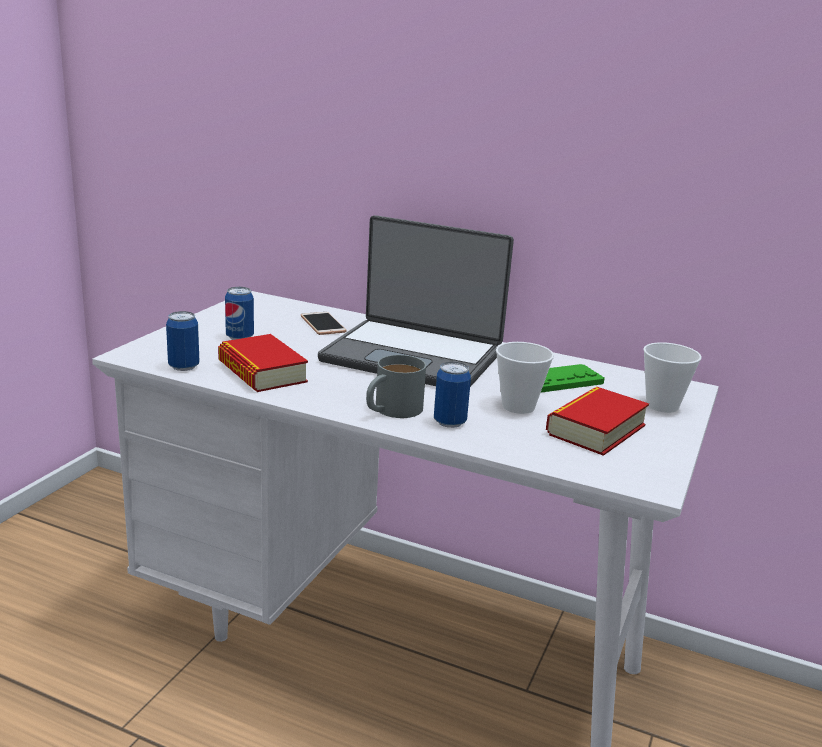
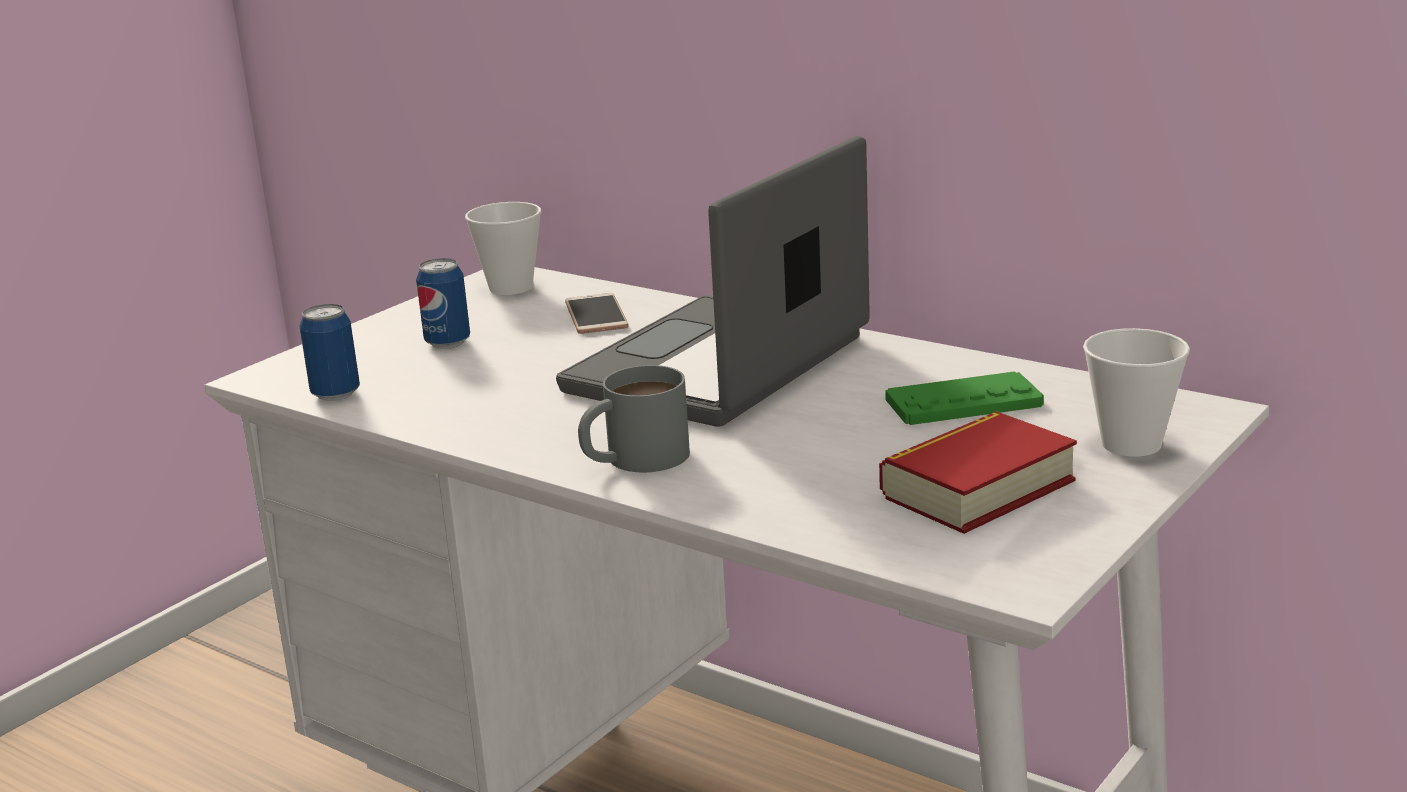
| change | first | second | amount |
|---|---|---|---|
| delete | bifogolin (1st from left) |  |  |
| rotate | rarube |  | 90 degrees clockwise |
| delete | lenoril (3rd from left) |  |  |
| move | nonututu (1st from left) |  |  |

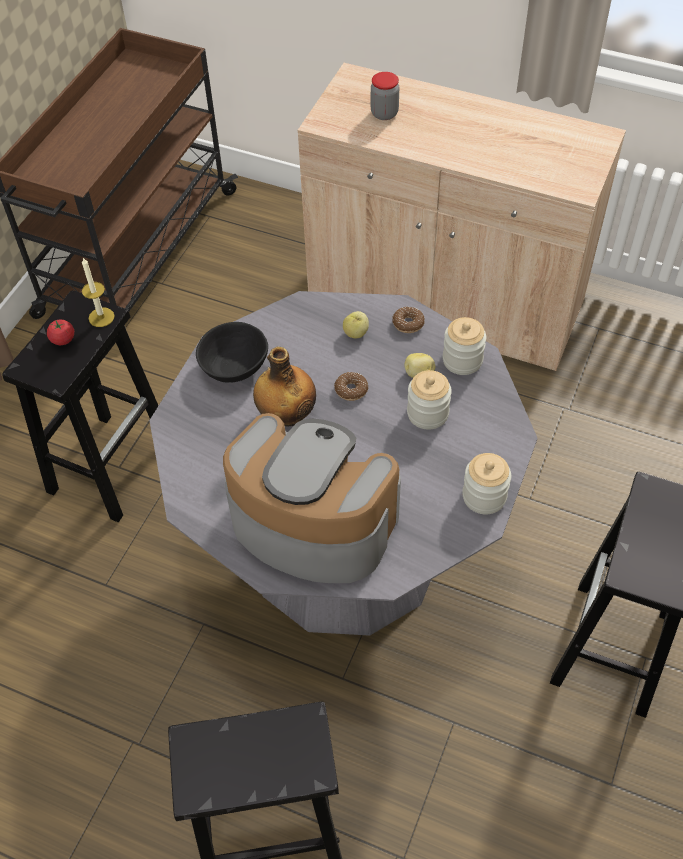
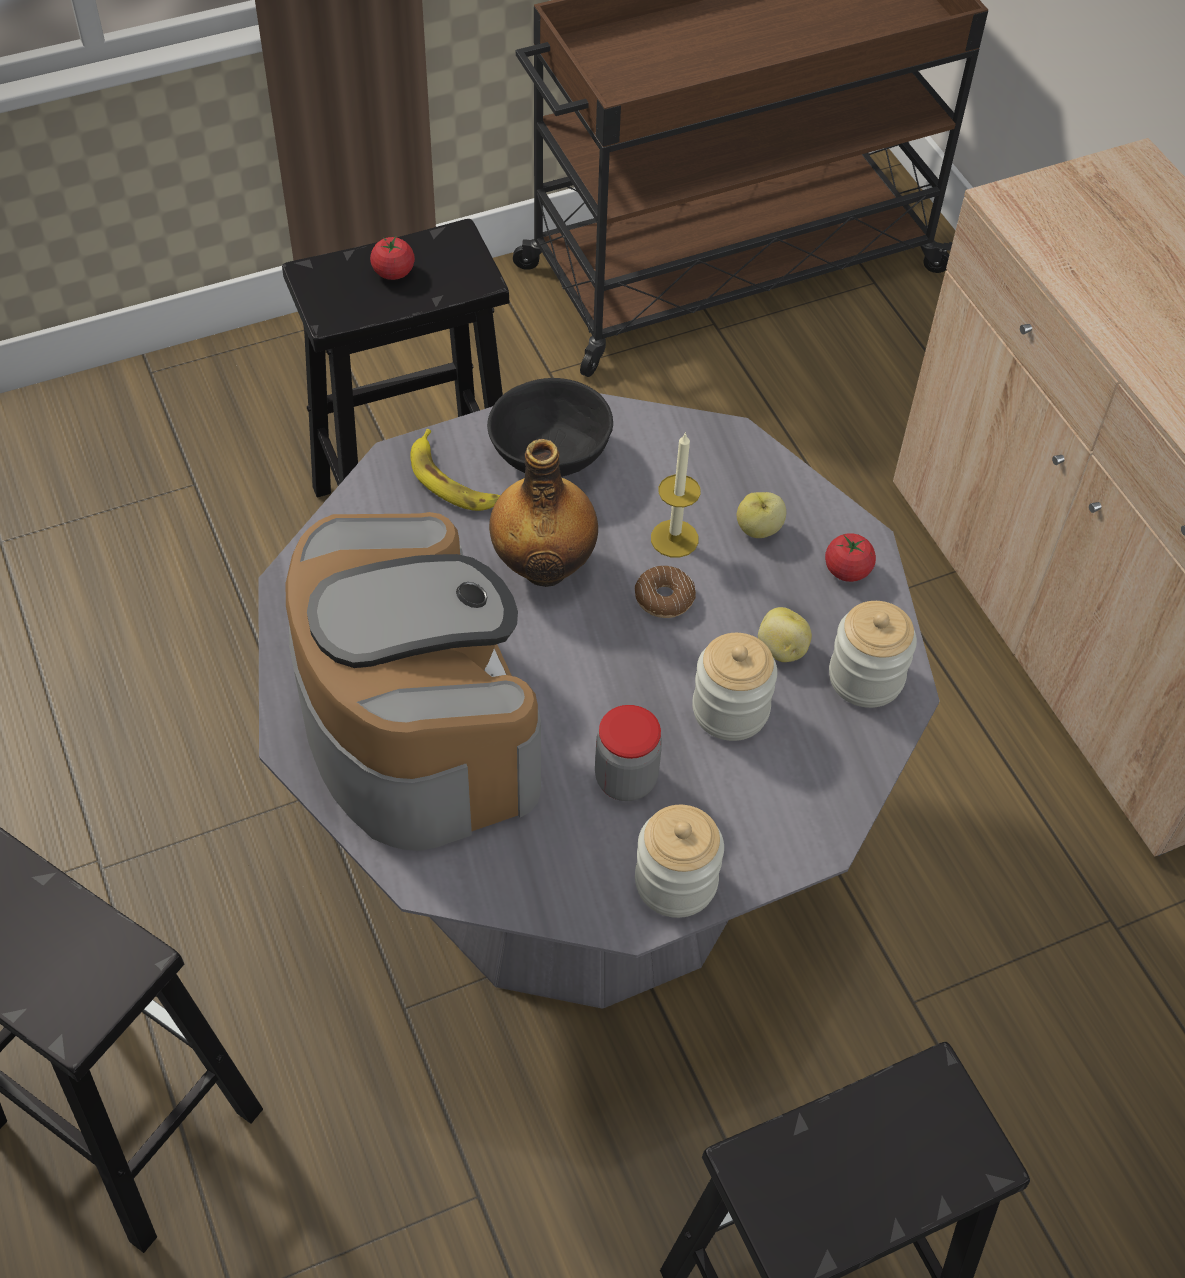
| change | first | second | amount |
|---|---|---|---|
| move | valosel |  |  |
| move | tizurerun (1st from left) |  |  |
| replace | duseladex (2nd from left) | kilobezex (2nd from left) |  |
| insert |  | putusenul |  |

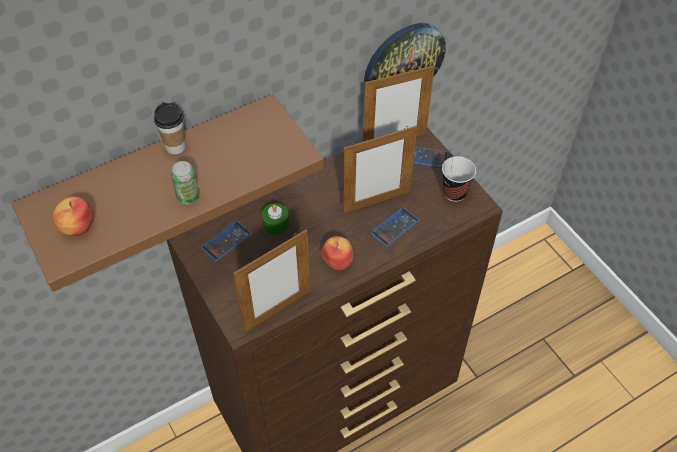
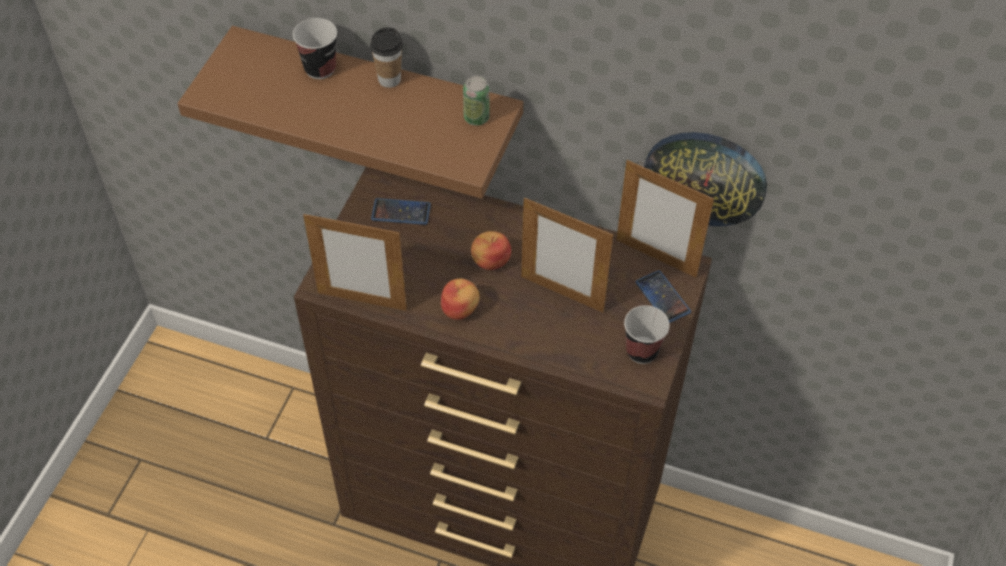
| change | first | second | amount |
|---|---|---|---|
| move | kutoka (1st from left in the first image) | kutoka (2nd from left) |  |
| move | lenoril |  |  |
| delete | green valosel |  |  |
| delete | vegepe (2nd from left) |  |  |
| insert |  | nonututu (1st from left) |  |

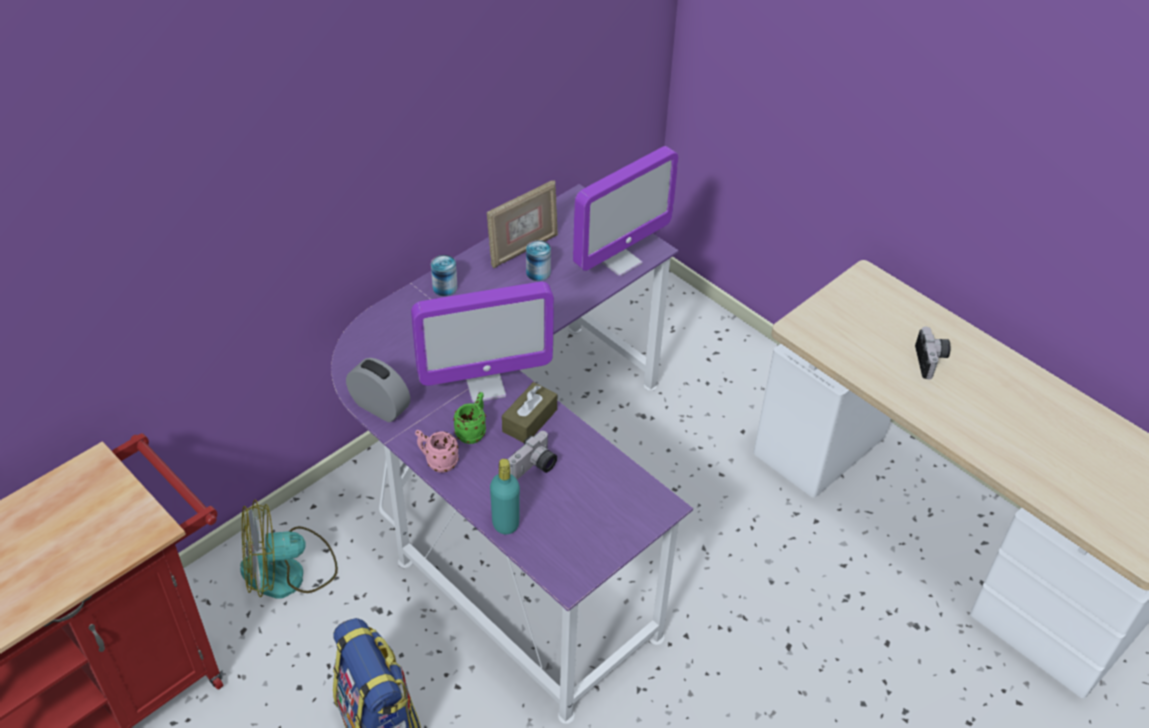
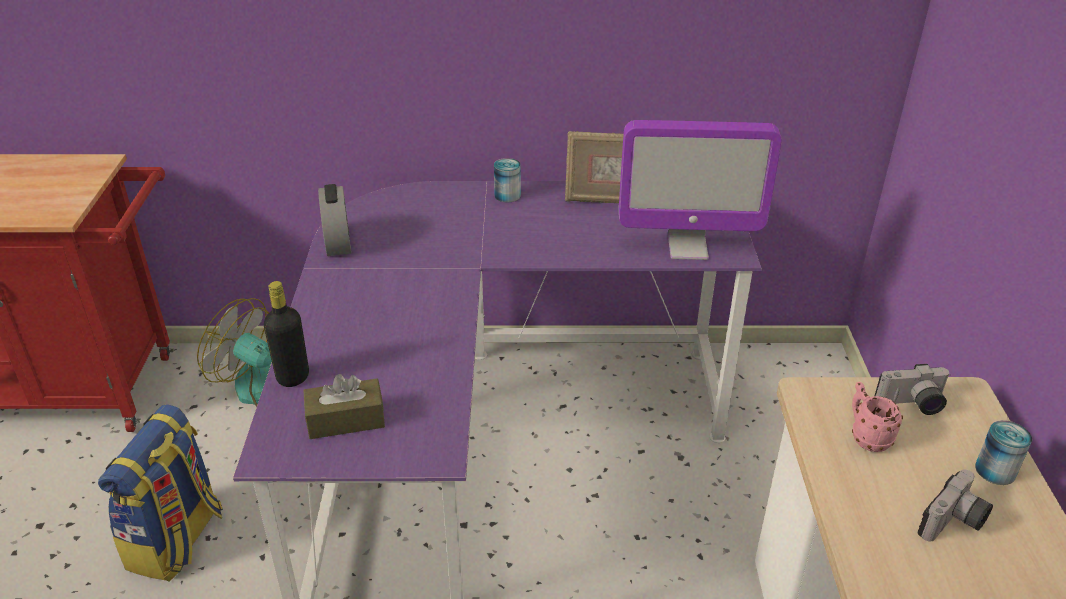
| change | first | second | amount |
|---|---|---|---|
| delete | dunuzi (1st from left) |  |  |
| move | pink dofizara |  |  |
| delete | green dofizara |  |  |
| recolor | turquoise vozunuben | black vozunuben |  |
| move | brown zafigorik |  |  |
| move | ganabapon (1st from left) |  |  |
| move | lenoril (2nd from left) |  |  |

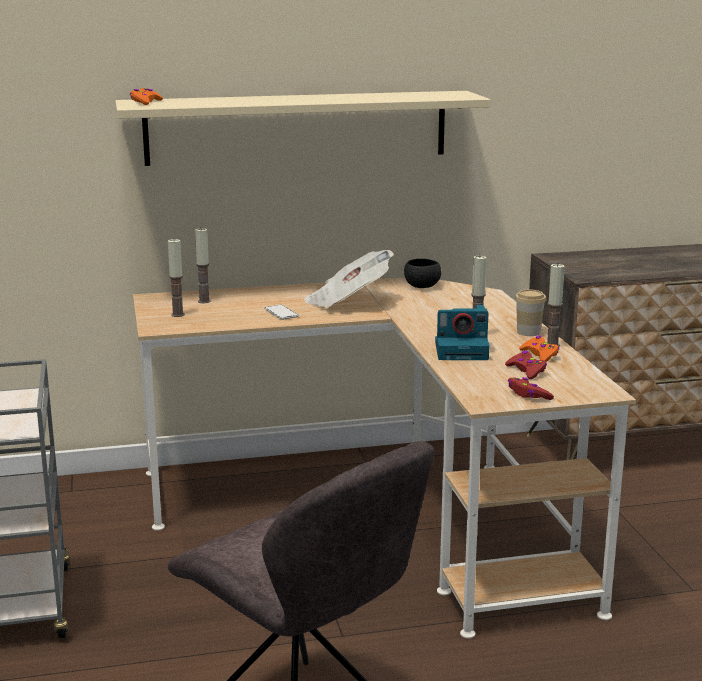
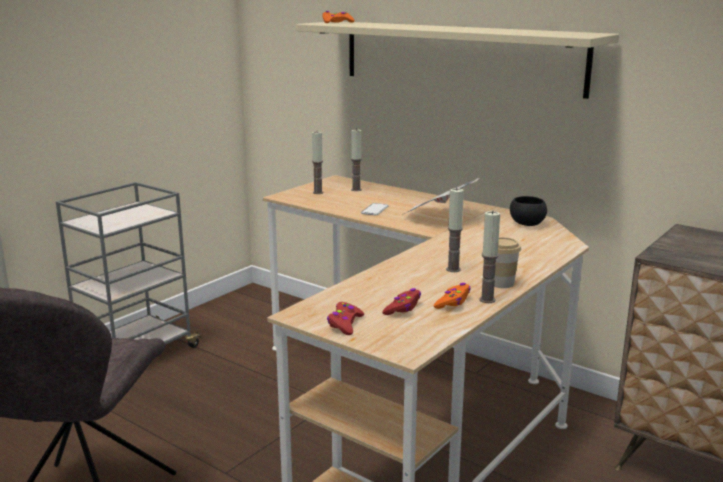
| change | first | second | amount |
|---|---|---|---|
| delete | ganabapon |  |  |

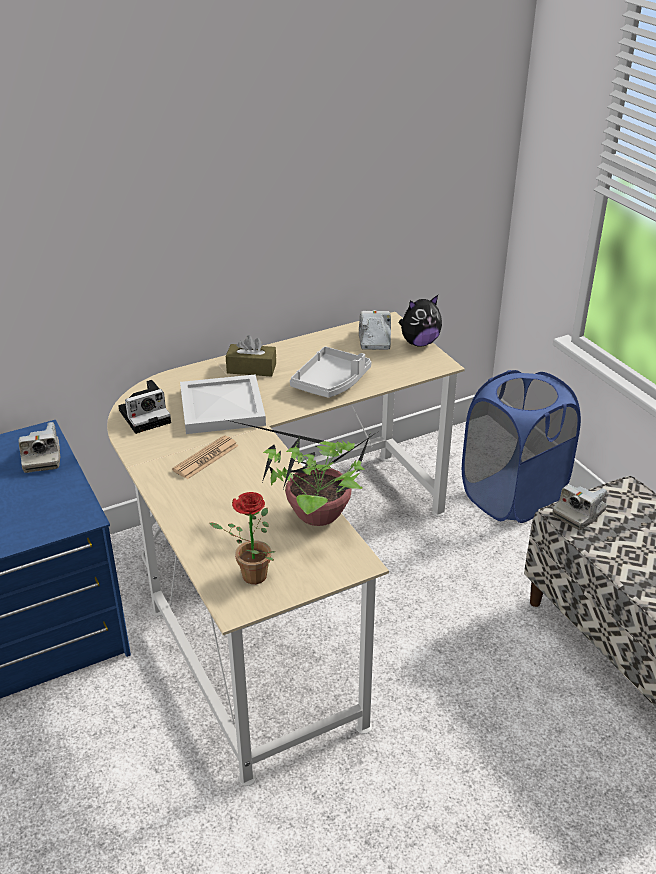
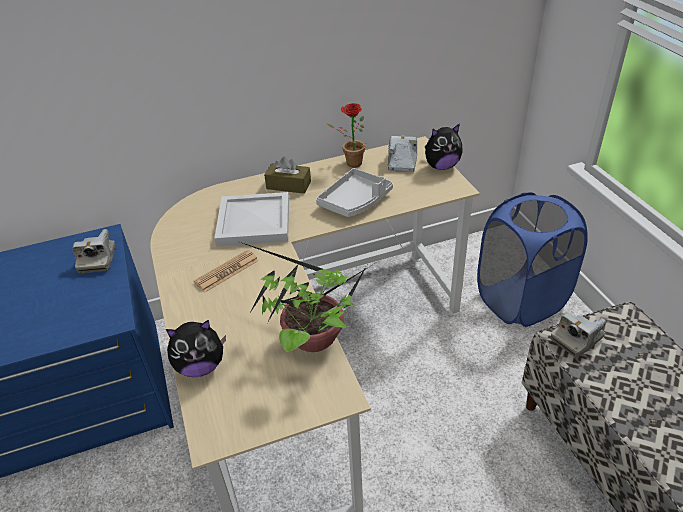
| change | first | second | amount |
|---|---|---|---|
| delete | ganabapon (2nd from left) |  |  |
| move | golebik (1st from left in the first image) | golebik (2nd from left) |  |
| insert |  | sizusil (1st from left) |  |

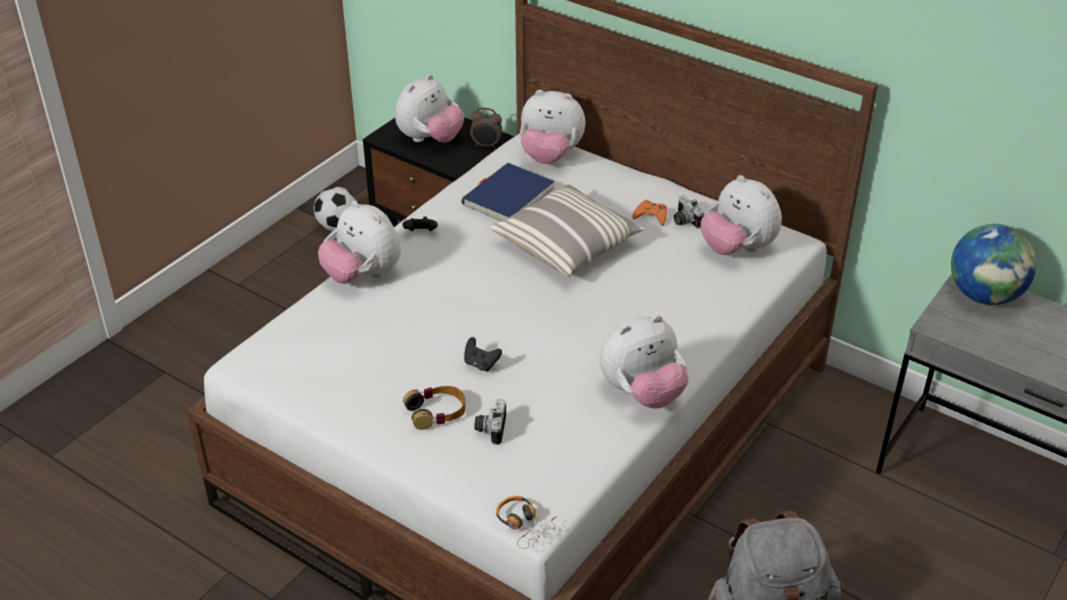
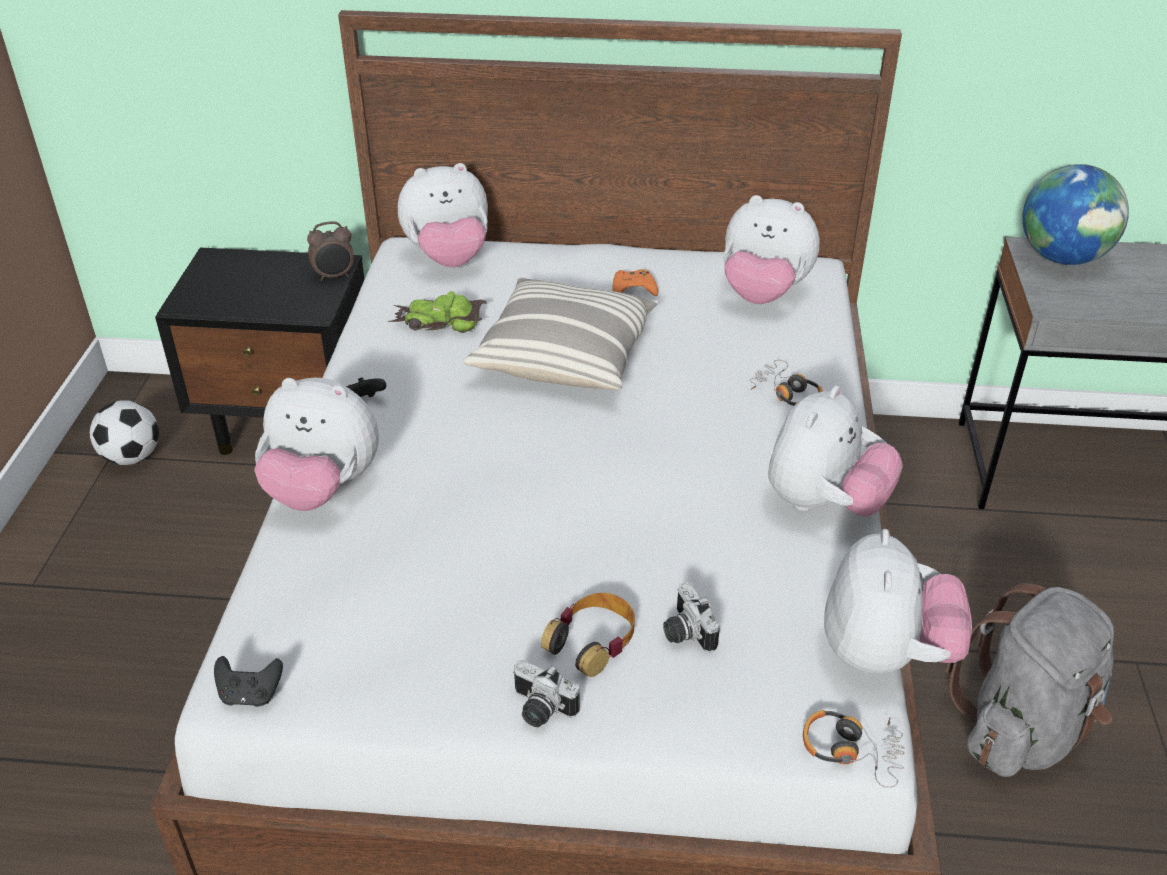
| change | first | second | amount |
|---|---|---|---|
| move | sizusil (2nd from left in the first image) | sizusil (5th from left) |  |
| replace | blue bifogolin | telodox |  |
| move | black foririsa (2nd from left in the first image) | black foririsa (1st from left) |  |
| move | ganabapon (2nd from left in the first image) | ganabapon (1st from left) |  |
| insert |  | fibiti (2nd from left) |  |

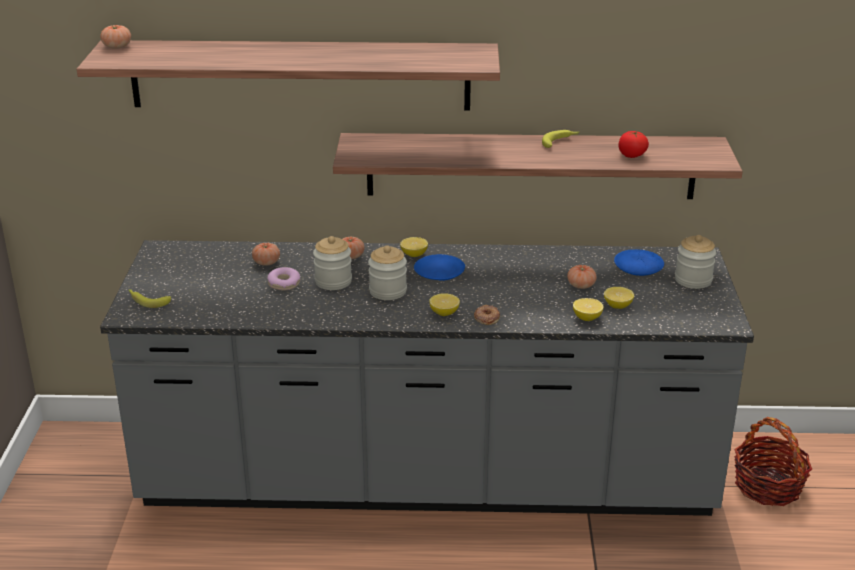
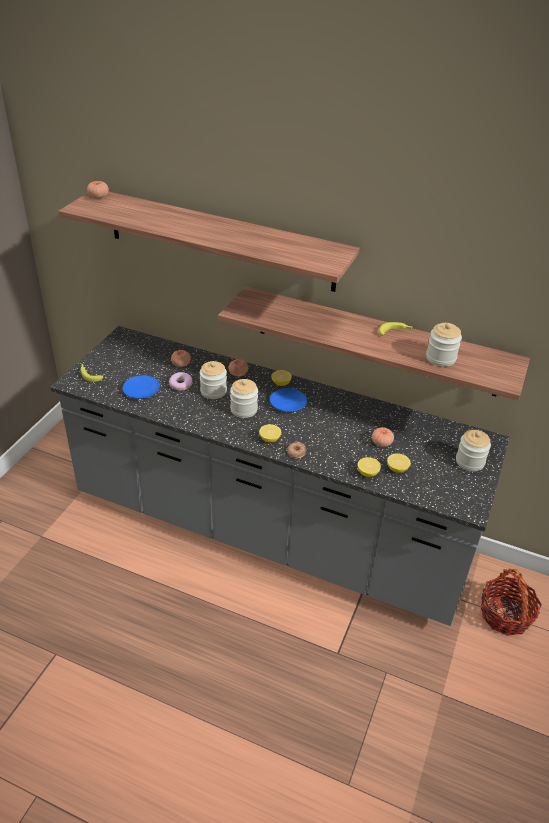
| change | first | second | amount |
|---|---|---|---|
| move | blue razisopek (2nd from left in the first image) | blue razisopek (1st from left) |  |
| replace | kilobezex (5th from left) | tizurerun (3rd from left) |  |

